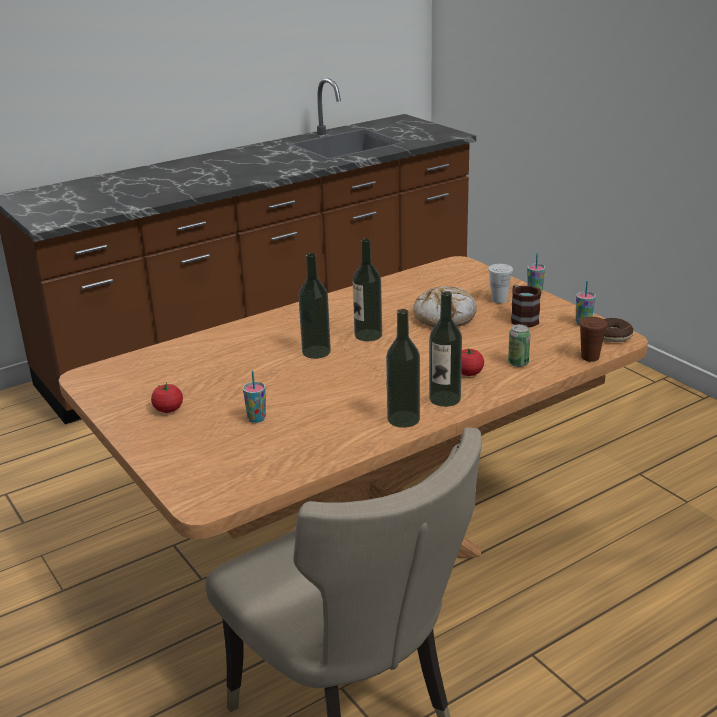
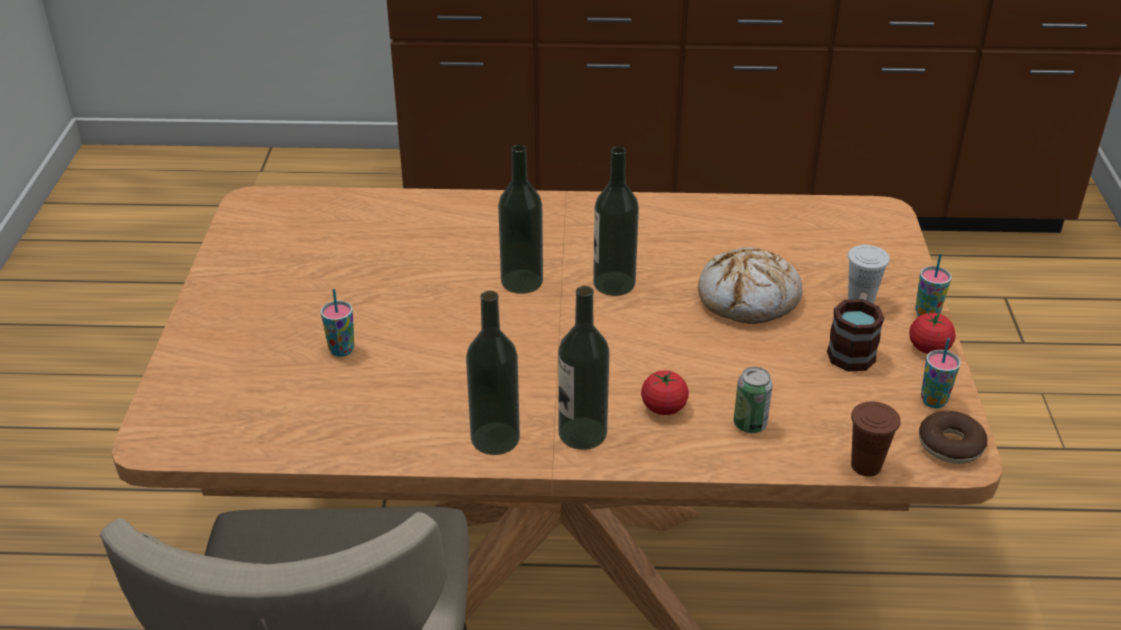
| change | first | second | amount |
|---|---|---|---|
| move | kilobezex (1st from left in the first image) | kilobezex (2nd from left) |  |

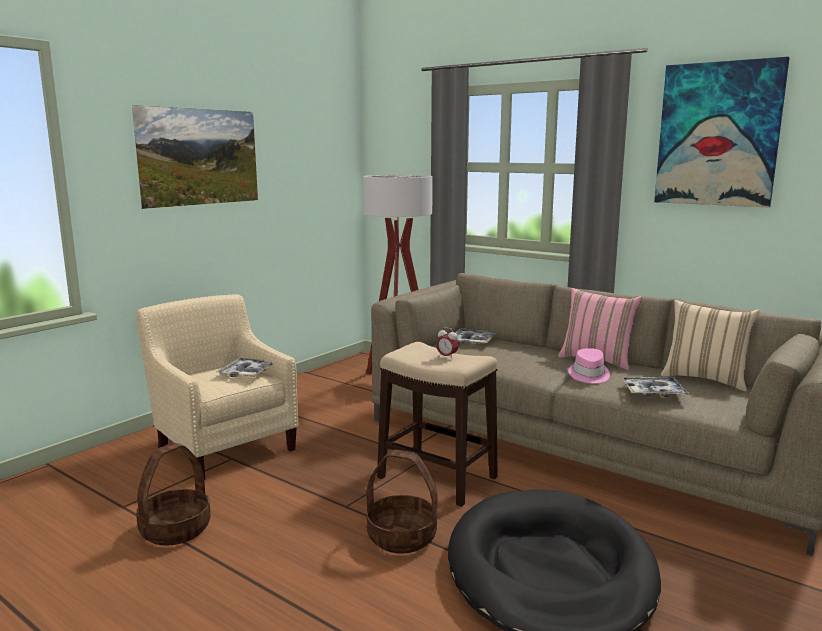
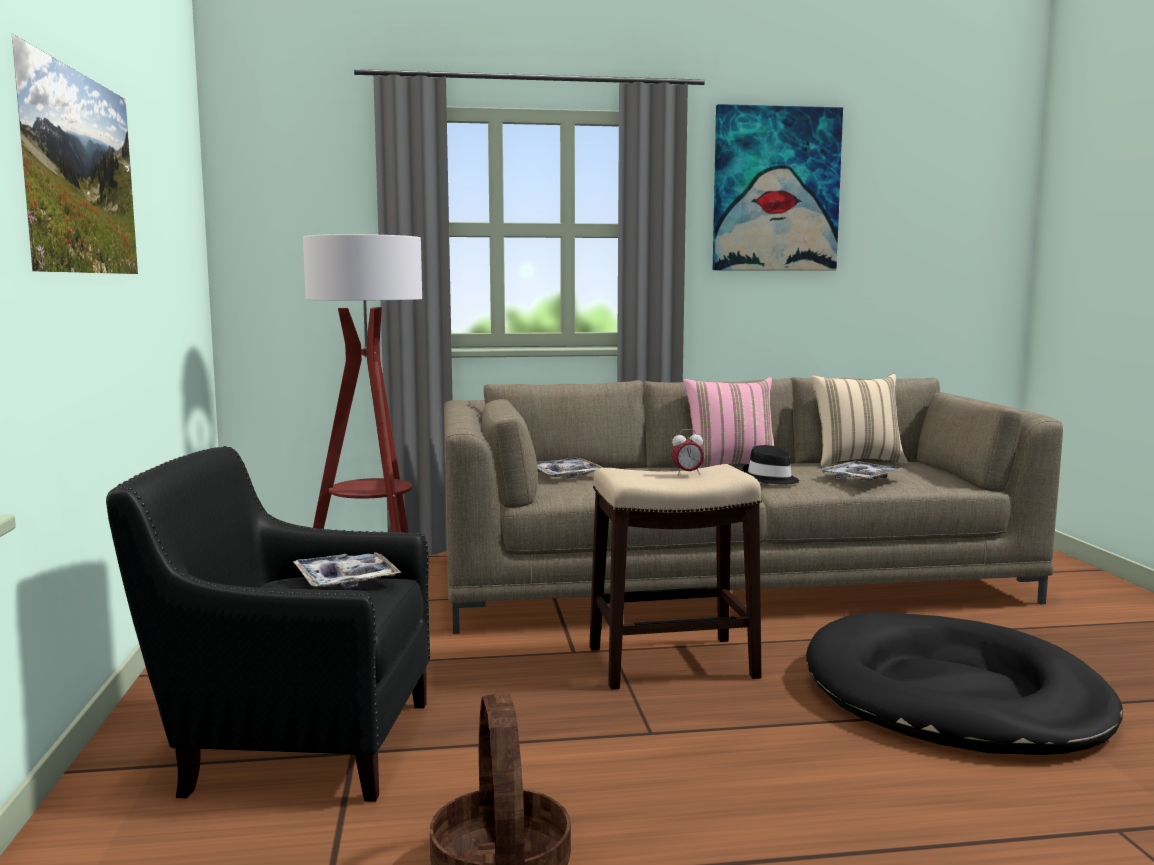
| change | first | second | amount |
|---|---|---|---|
| recolor | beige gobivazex | black gobivazex |  |
| delete | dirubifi (2nd from left) |  |  |
| recolor | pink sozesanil | black sozesanil |  |

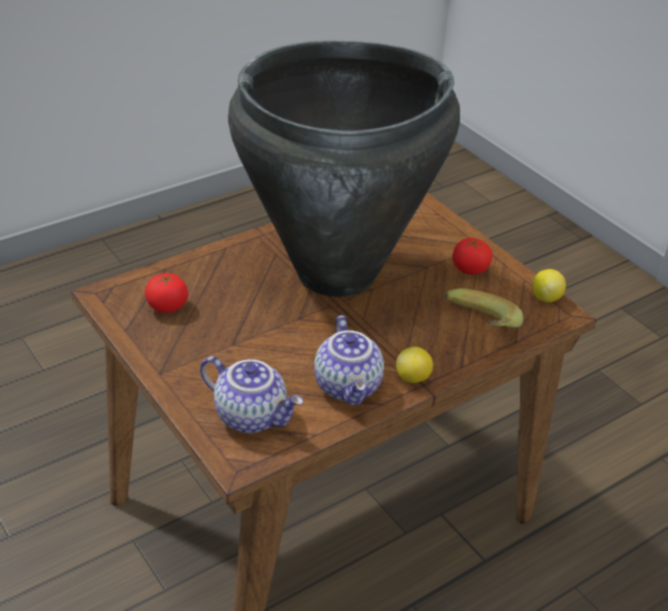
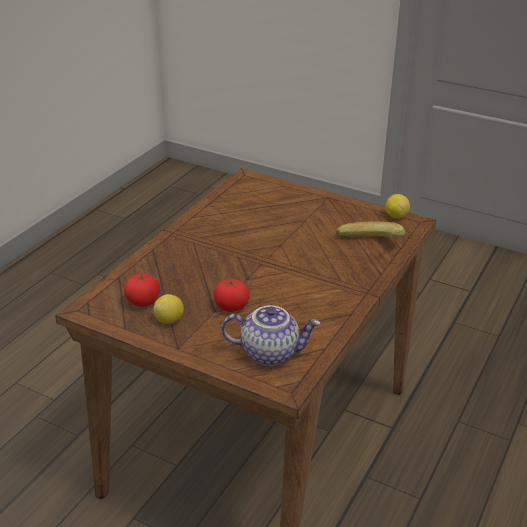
| change | first | second | amount |
|---|---|---|---|
| delete | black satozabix |  |  |
| delete | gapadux (2nd from left) |  |  |
| move | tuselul (1st from left) |  |  |
| move | kilobezex (2nd from left) |  |  |

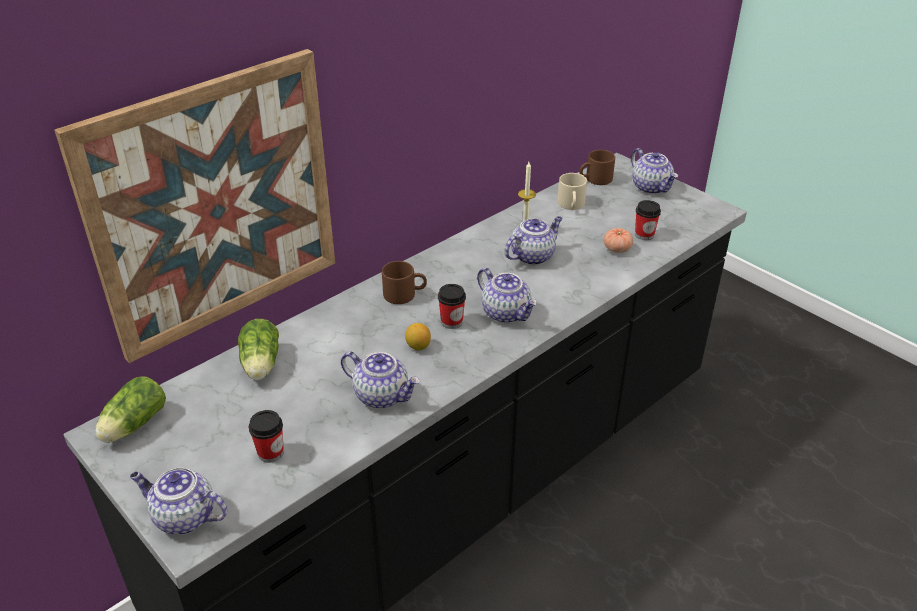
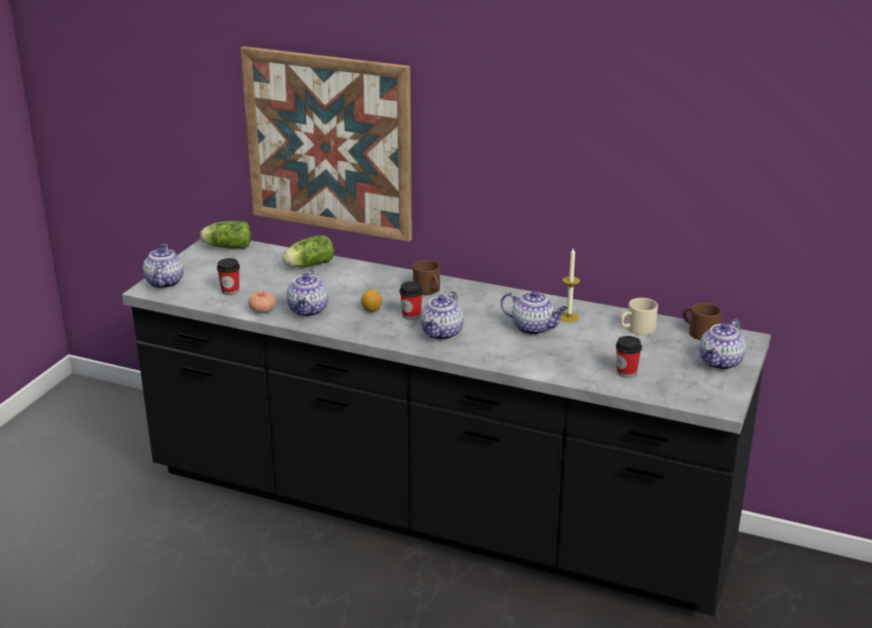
| change | first | second | amount |
|---|---|---|---|
| move | kilobezex |  |  |

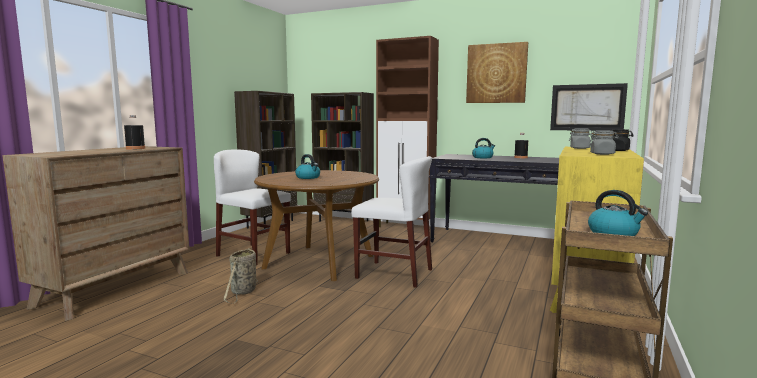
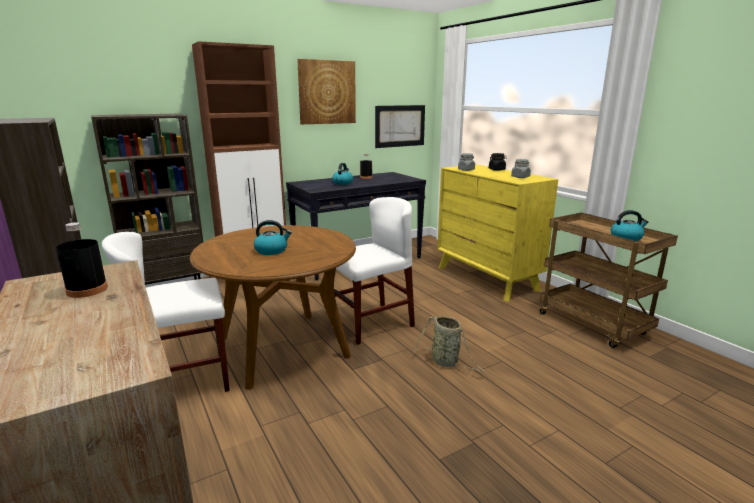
| change | first | second | amount |
|---|---|---|---|
| move | dirubifi |  |  |

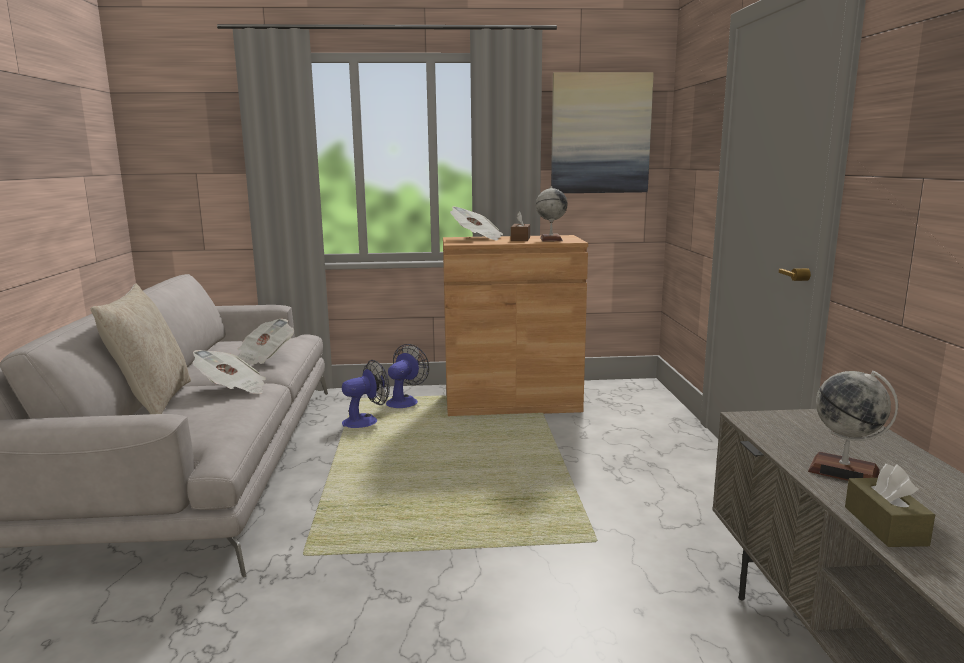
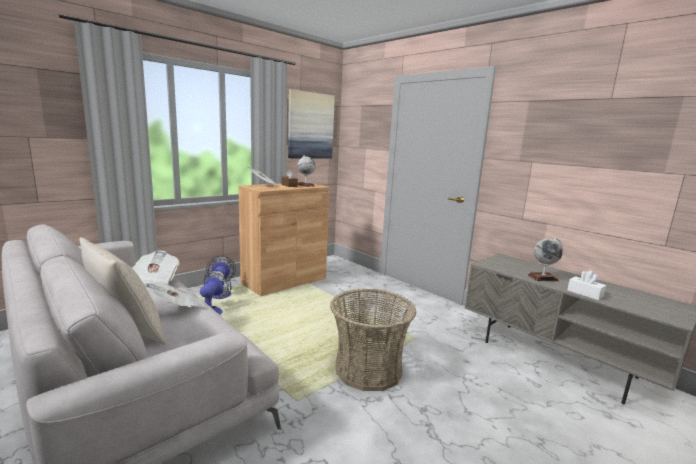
| change | first | second | amount |
|---|---|---|---|
| recolor | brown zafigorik (2nd from left) | white zafigorik |  |
| insert |  | dirubifi |  |

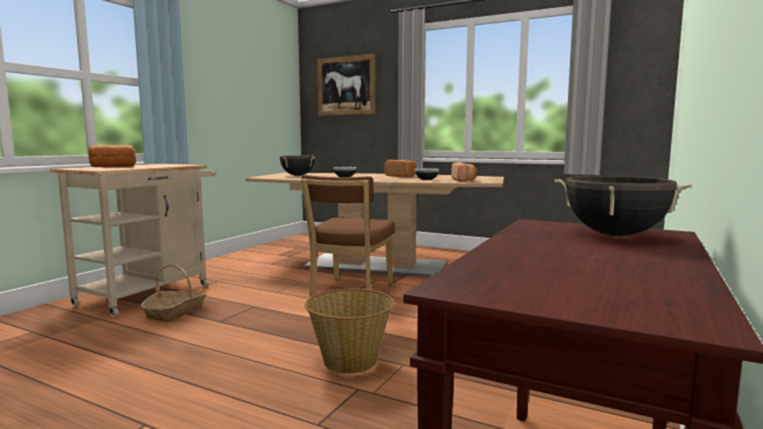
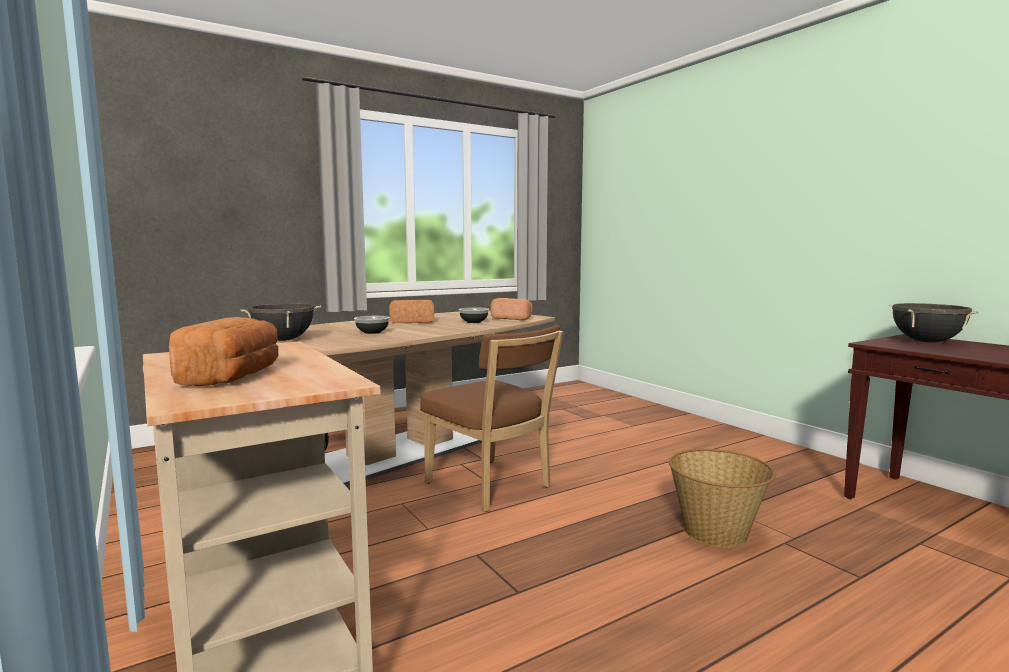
| change | first | second | amount |
|---|---|---|---|
| delete | dirubifi (1st from left) |  |  |
| delete | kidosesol |  |  |

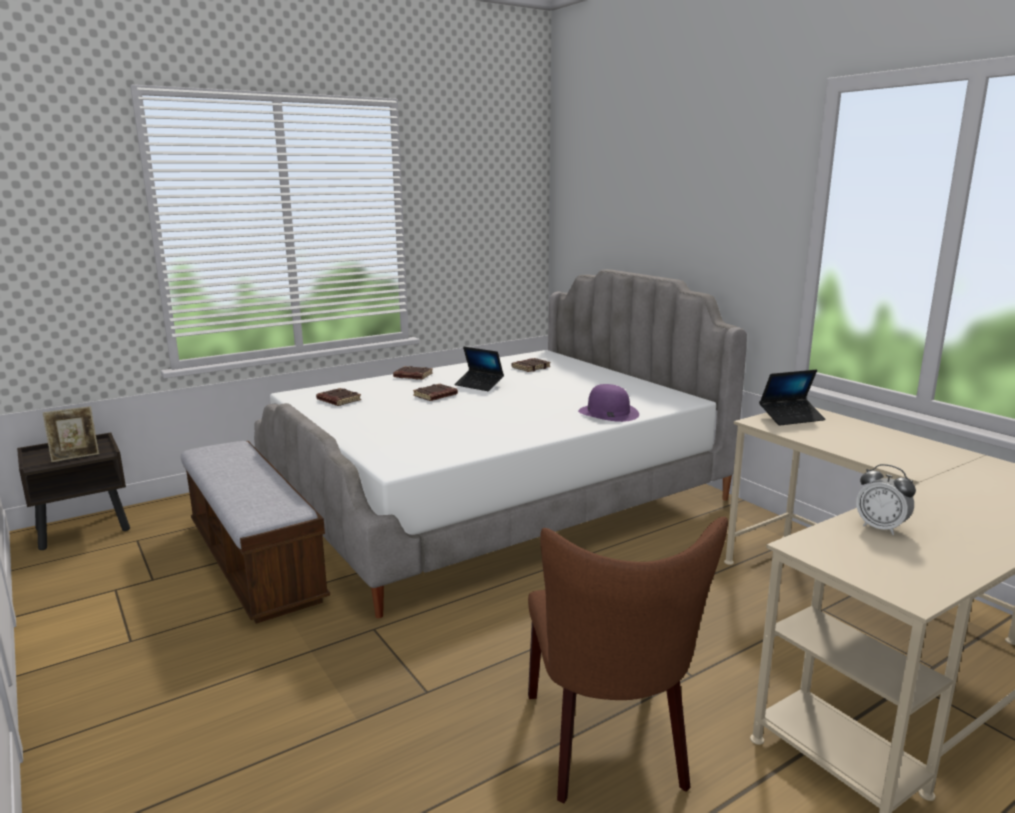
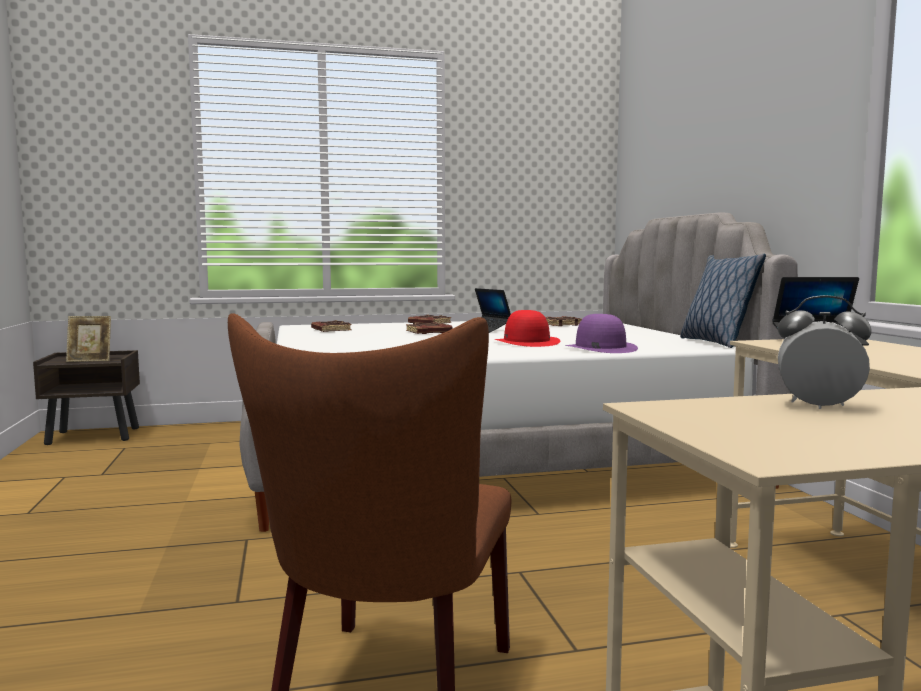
| change | first | second | amount |
|---|---|---|---|
| delete | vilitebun |  |  |
| rotate | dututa |  | 135 degrees clockwise |
| insert |  | red sozesanil |  |
| insert |  | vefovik |  |

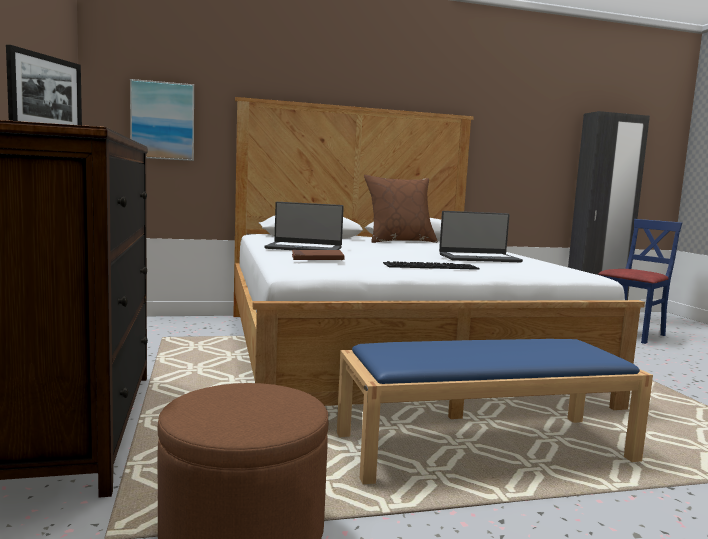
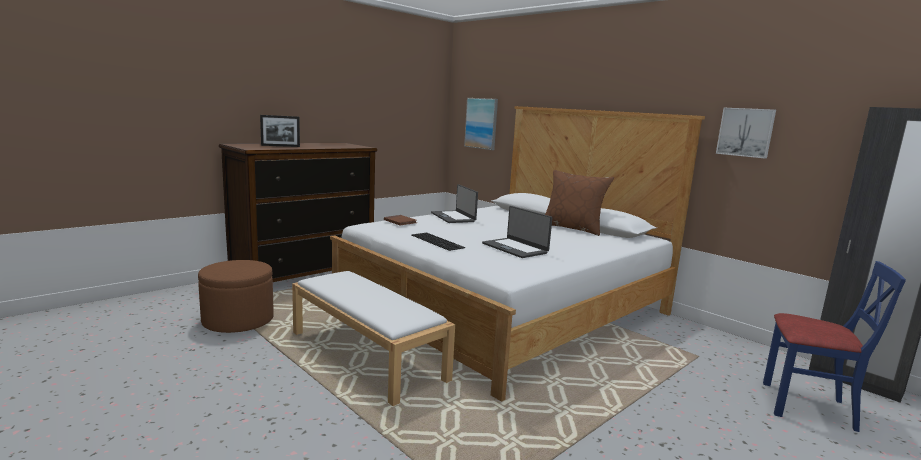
| change | first | second | amount |
|---|---|---|---|
| recolor | blue vilitebun | white vilitebun |  |
| insert |  | kidosesol (2nd from left) |  |

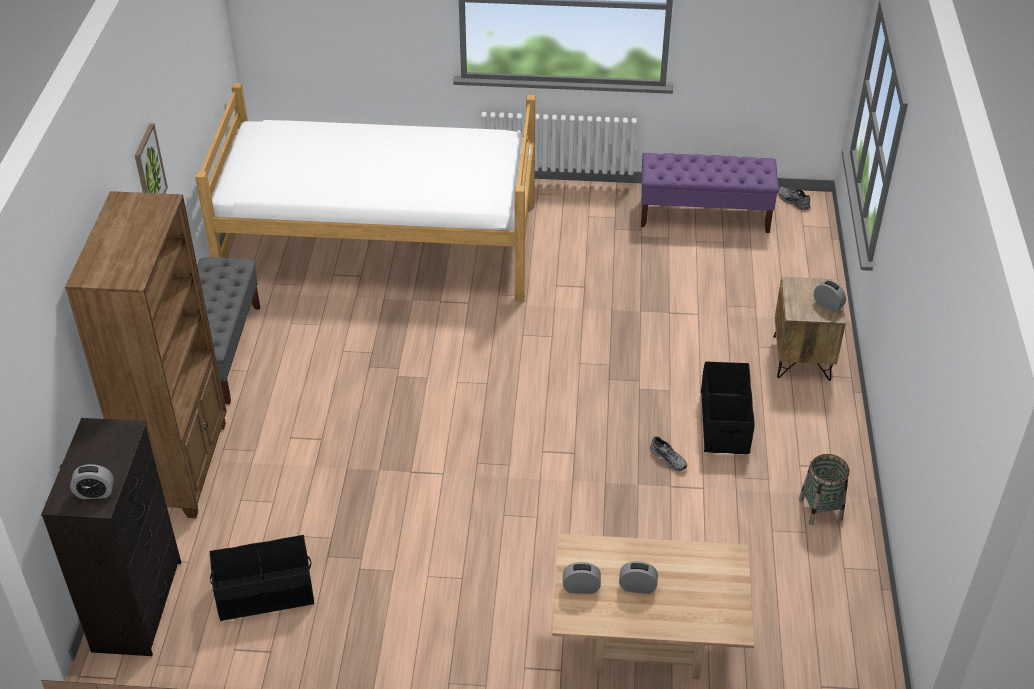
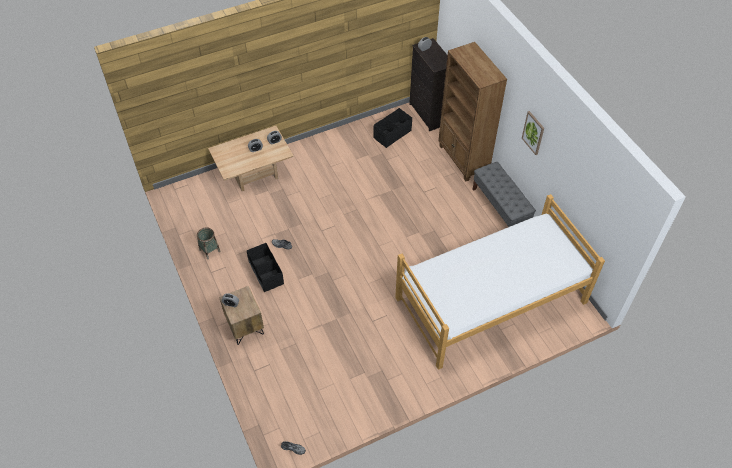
| change | first | second | amount |
|---|---|---|---|
| delete | purple vilitebun |  |  |

